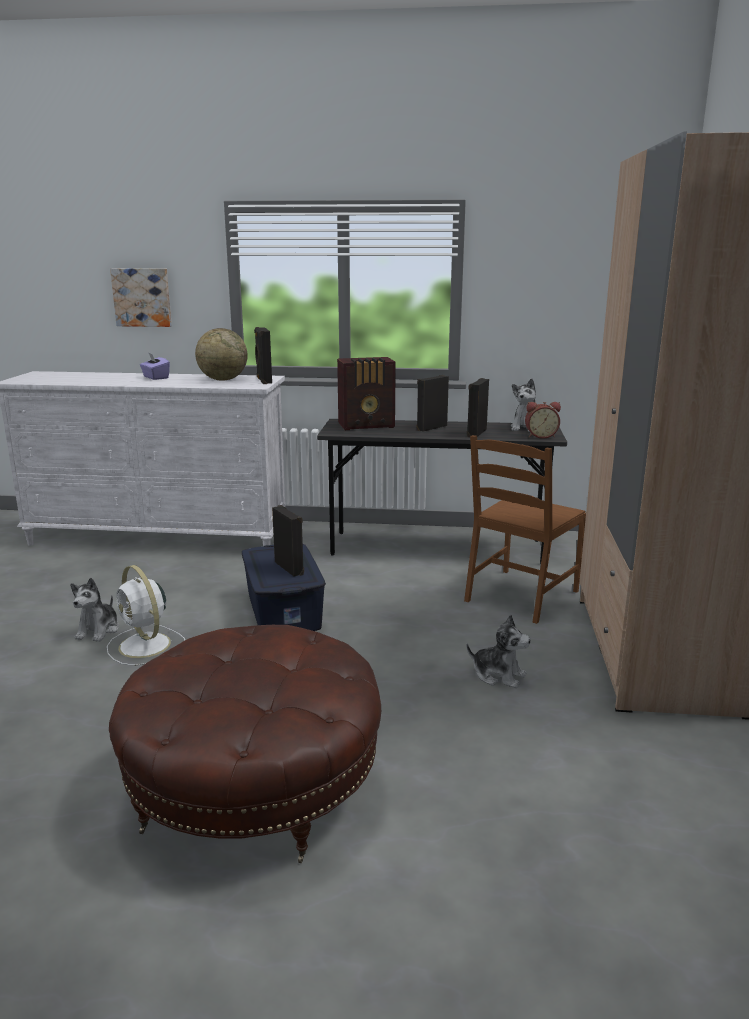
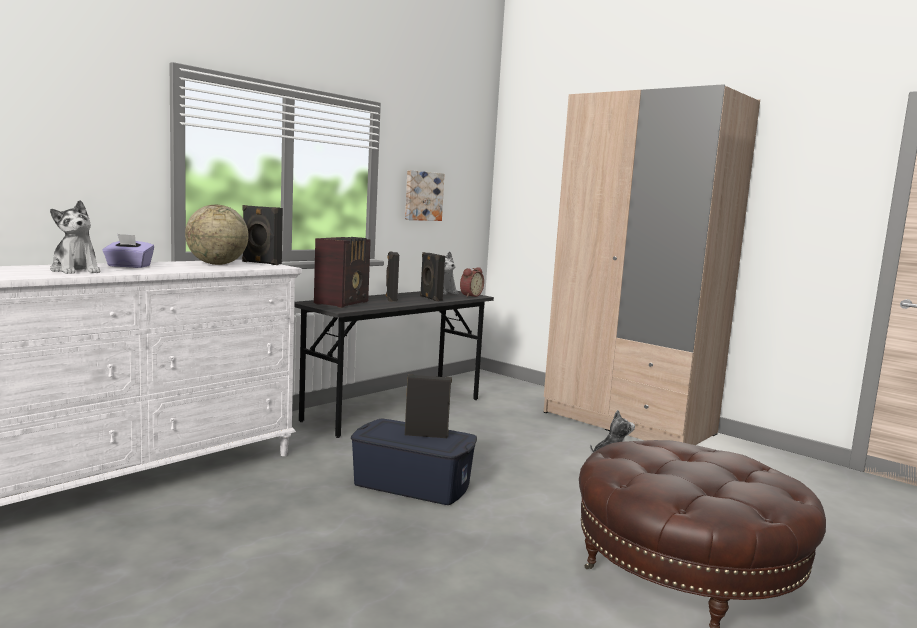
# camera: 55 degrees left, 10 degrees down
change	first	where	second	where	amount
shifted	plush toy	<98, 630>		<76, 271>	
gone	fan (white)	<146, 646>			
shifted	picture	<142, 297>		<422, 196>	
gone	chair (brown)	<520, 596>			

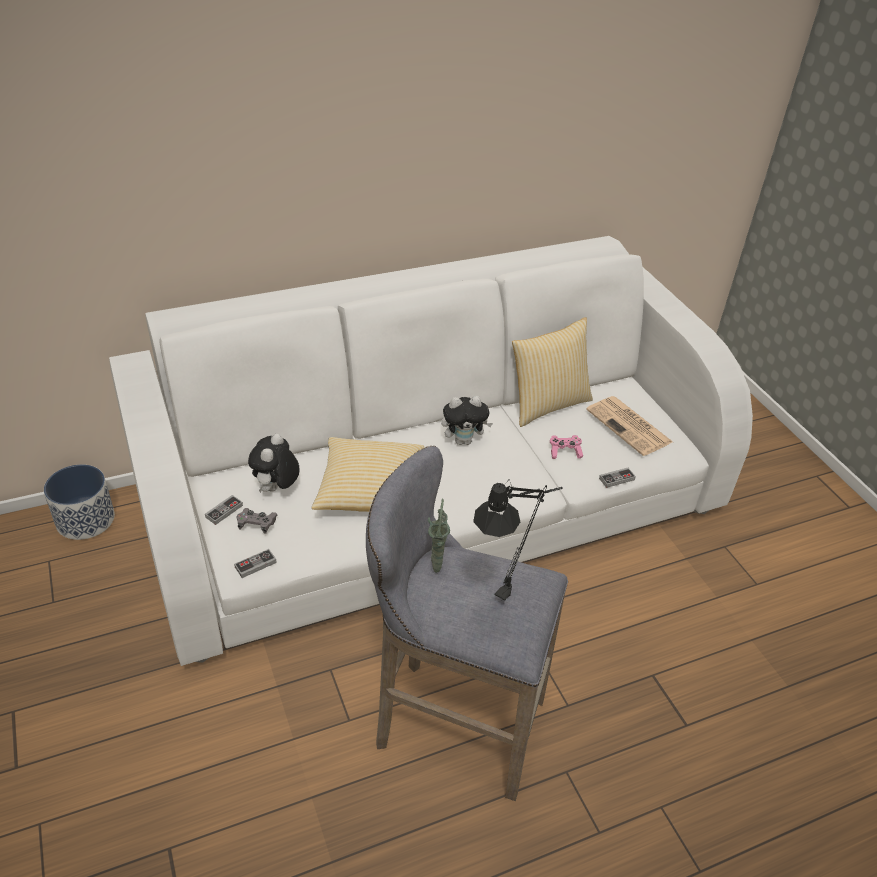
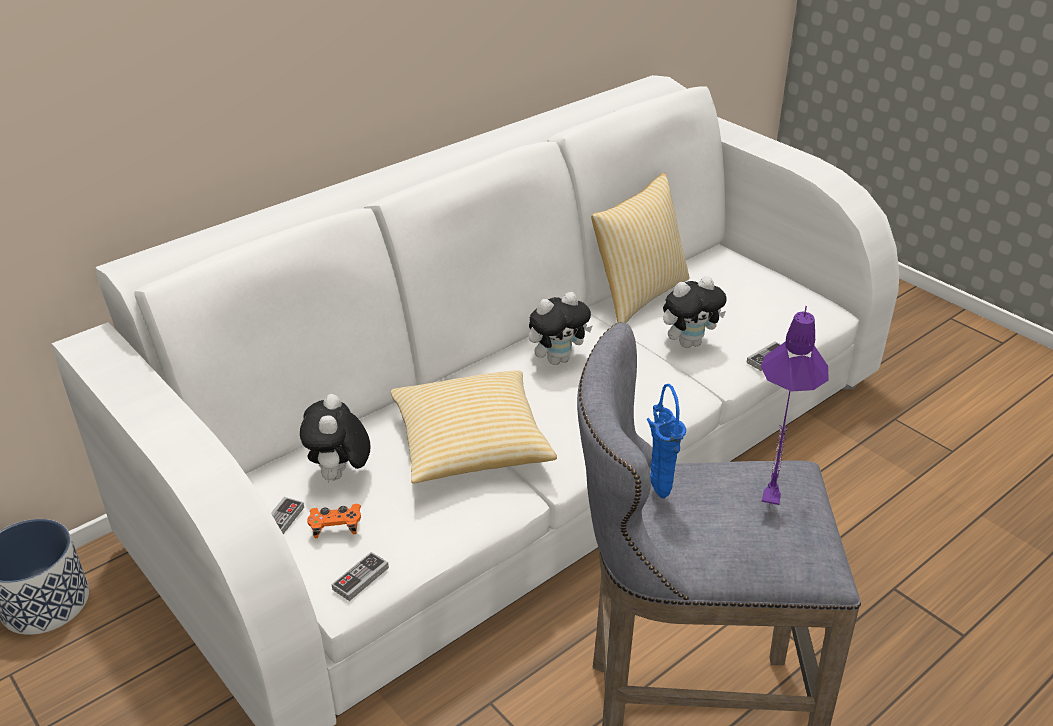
# camera: 15 degrees left, 5 degrees down
change	first	where	second	where	amount
repainted	game controller (grey)	<257, 524>	game controller (orange)	<336, 527>	
repainted	vase (green)	<435, 566>	vase (blue)	<657, 491>	
repainted	table lamp (black)	<511, 589>	table lamp (purple)	<771, 493>	
swapped	game controller (pink)	<564, 452>	plush toy	<689, 342>	
gone	newspaper	<630, 426>			

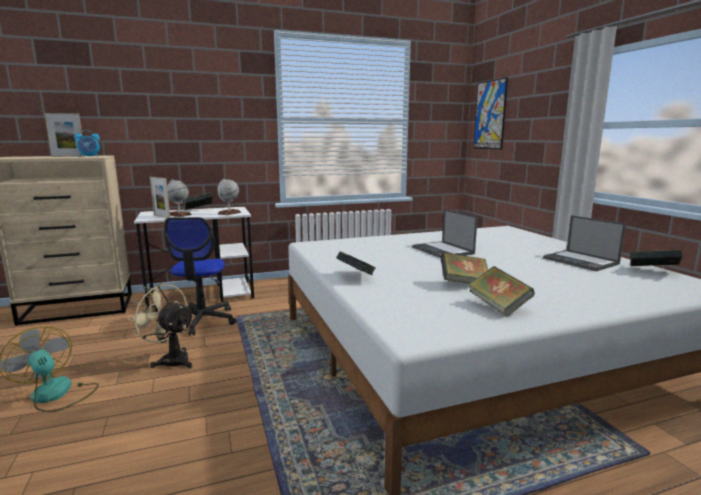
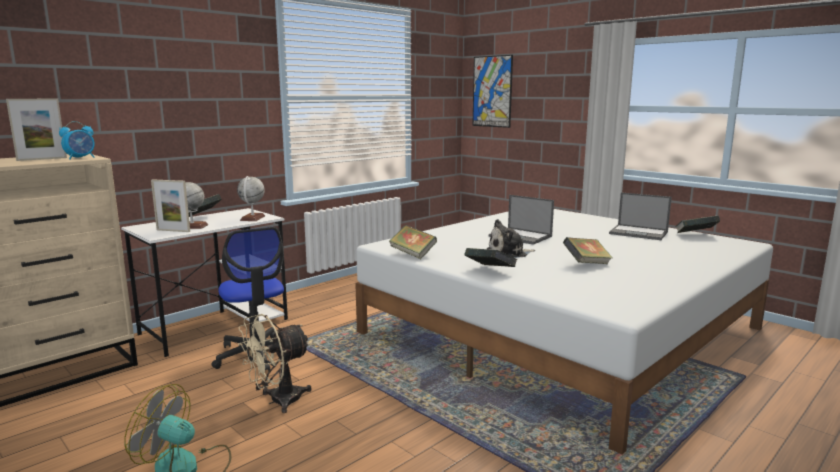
# camera: 25 degrees left, 0 degrees up
change	first	where	second	where	amount
rotated	fan (beige)	<170, 359>		<277, 401>	45 degrees counterclockwise
shifted	book	<498, 306>		<413, 254>	
new			plush toy	<509, 253>	

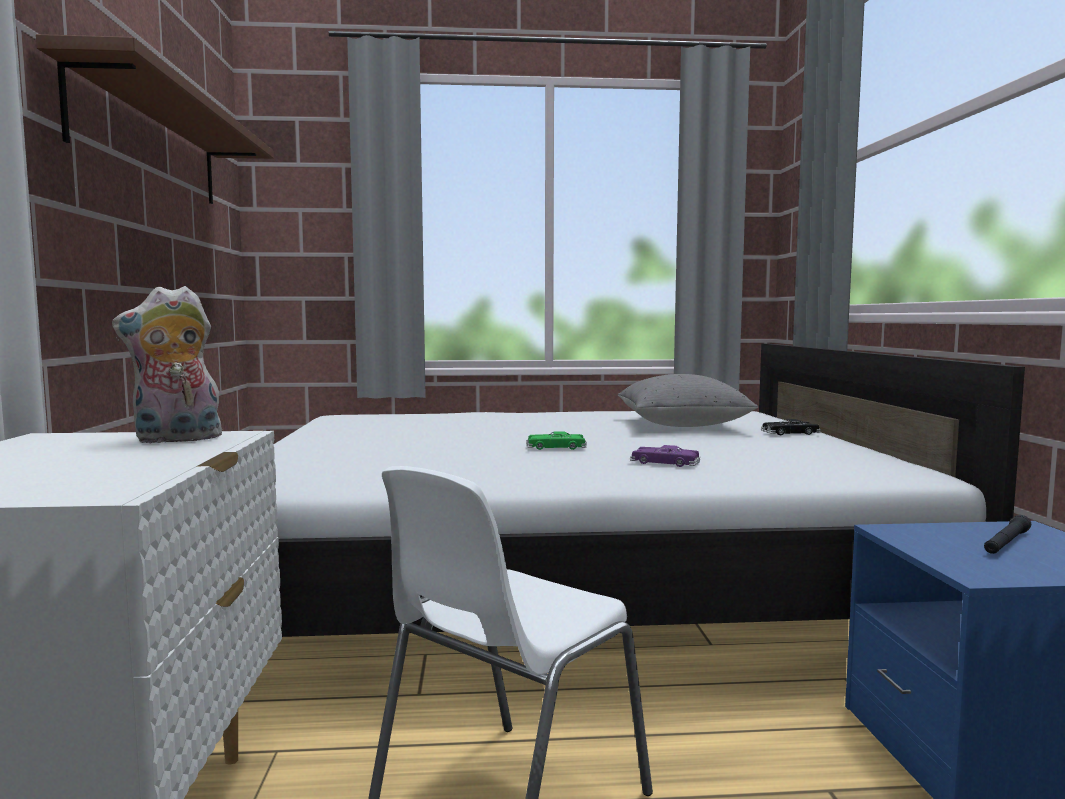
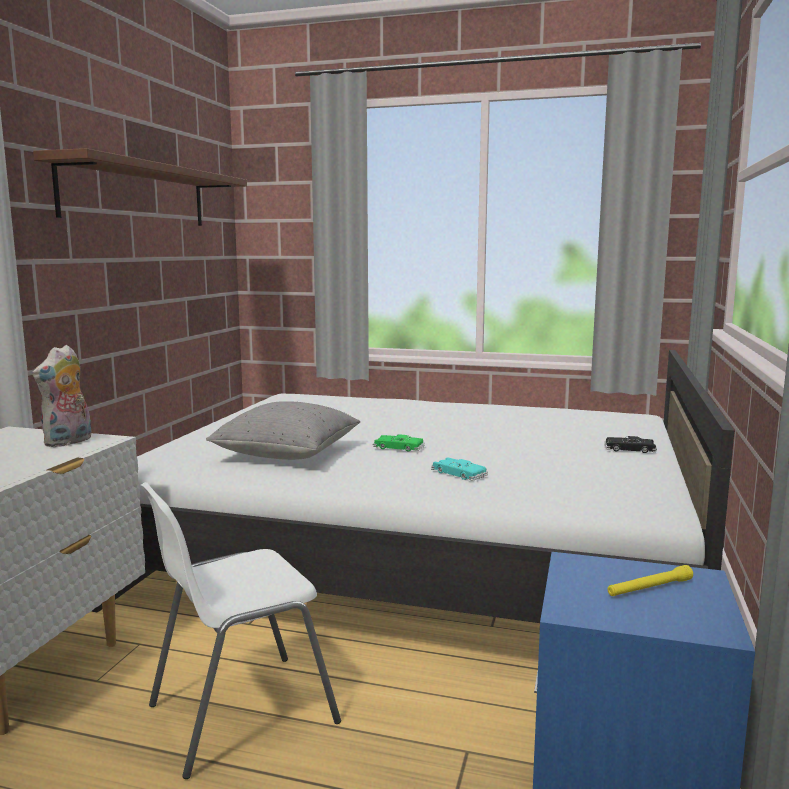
# camera: 20 degrees right, 5 degrees up
change	first	where	second	where	amount
rotated	plush toy	<176, 440>		<69, 442>	60 degrees counterclockwise
shifted	pillow (grey)	<682, 425>		<287, 454>	
repainted	toy car (purple)	<665, 463>	toy car (turquoise)	<459, 474>	
repainted	flashlight (black)	<1006, 543>	flashlight (yellow)	<649, 588>	

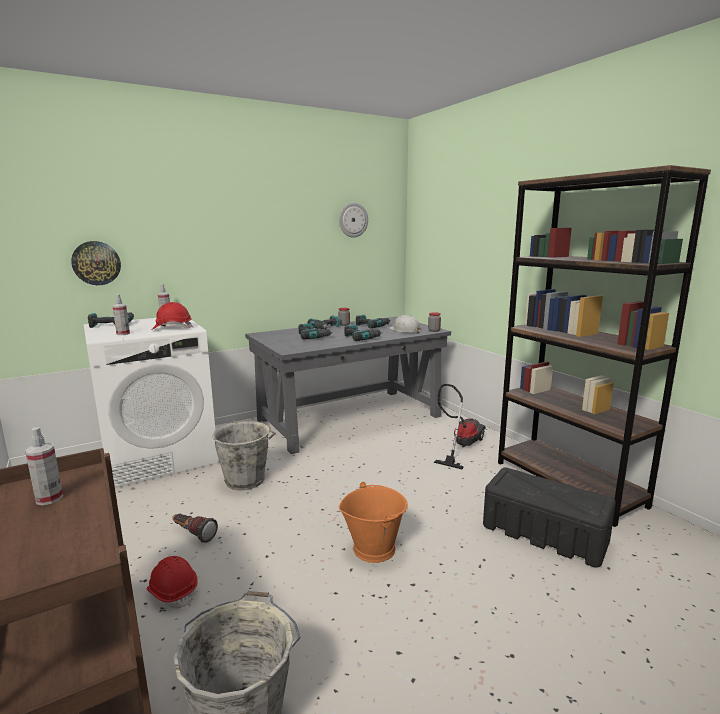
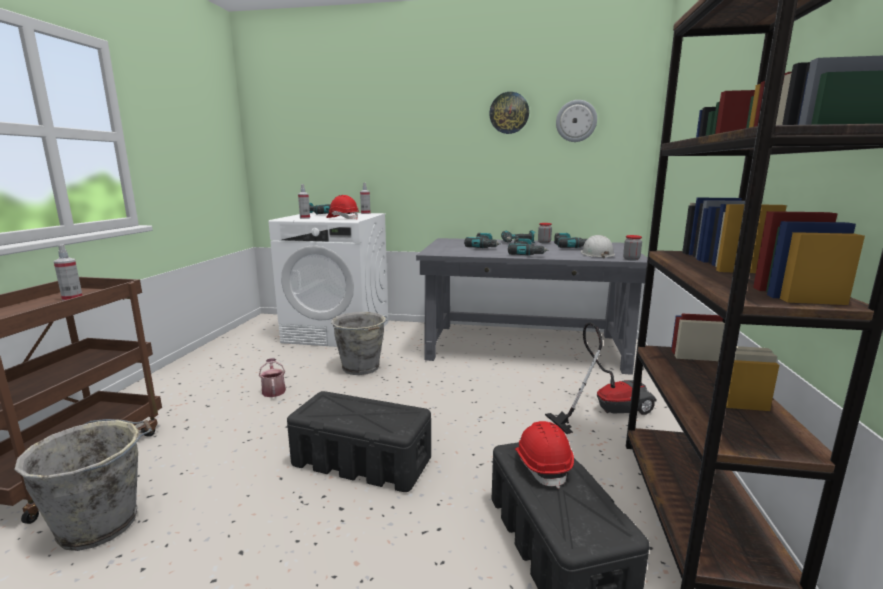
# camera: 40 degrees right, 0 degrees up
change	first	where	second	where	amount
shifted	wall clock	<96, 263>		<509, 113>	
shifted	hard hat (red)	<173, 592>		<542, 465>	
swapped	flashlight	<193, 534>	watering can	<273, 390>	
swapped	bucket (orange)	<374, 548>	storage box (black)	<363, 461>	

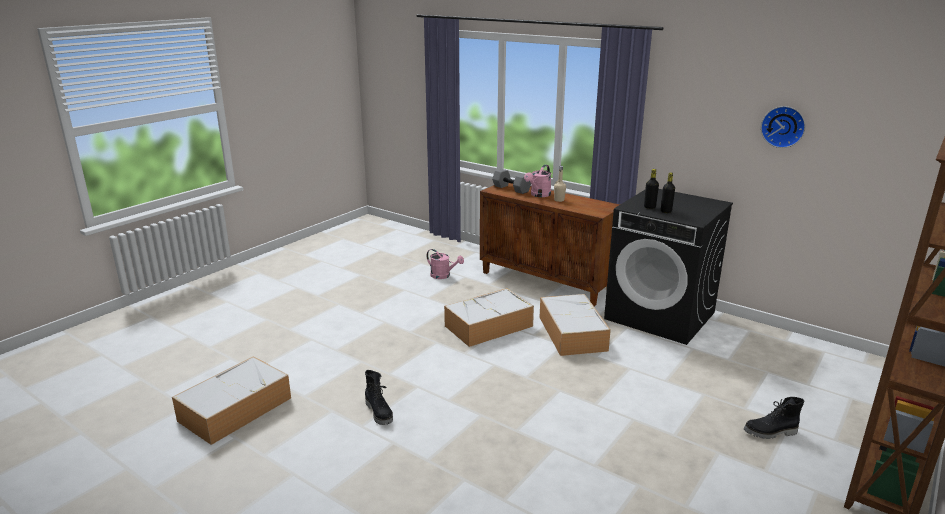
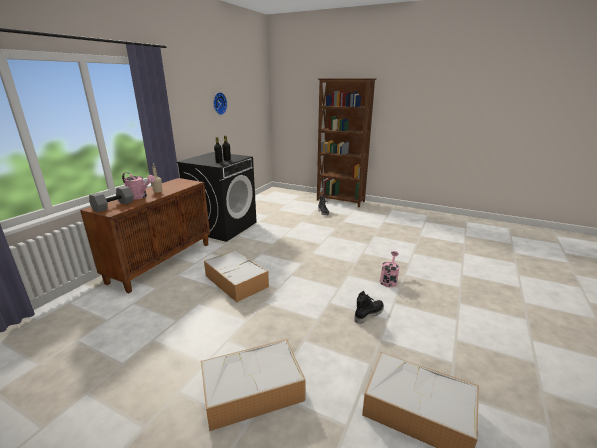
# camera: 100 degrees left, 0 degrees up
change	first	where	second	where	amount
shifted	watering can (pink)	<443, 276>		<389, 280>	
shifted	storage box	<571, 333>		<251, 391>	

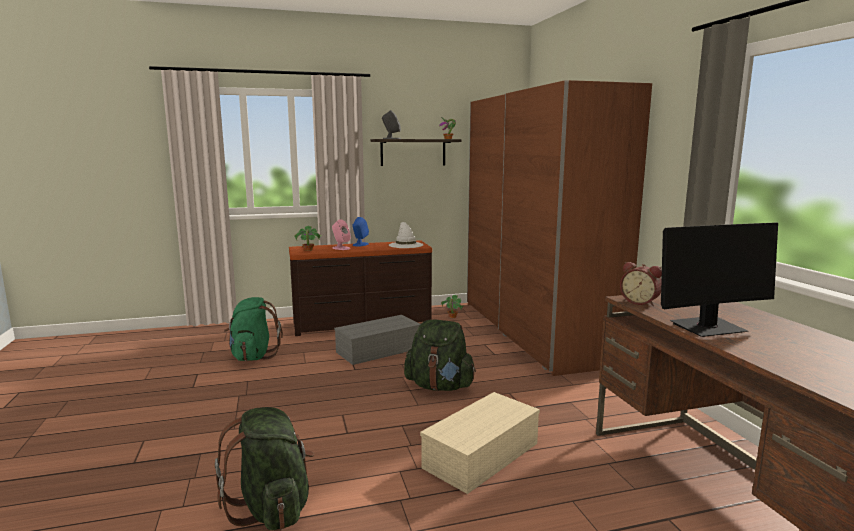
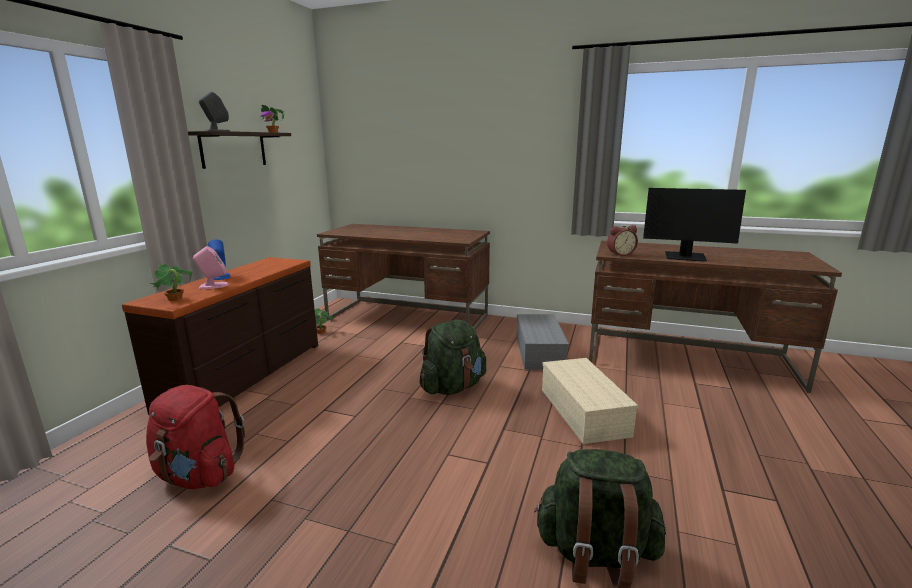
# camera: 55 degrees left, 5 degrees up
change	first	where	second	where	amount
repainted	backpack (green)	<253, 356>	backpack (red)	<198, 475>	
shifted	storage box (grey)	<379, 349>		<538, 351>	
gone	hat (white)	<405, 245>			
swapped	wardrobe (brown)	<534, 331>	desk (brown)	<408, 318>	
rotated	monitor	<708, 328>		<685, 257>	90 degrees clockwise

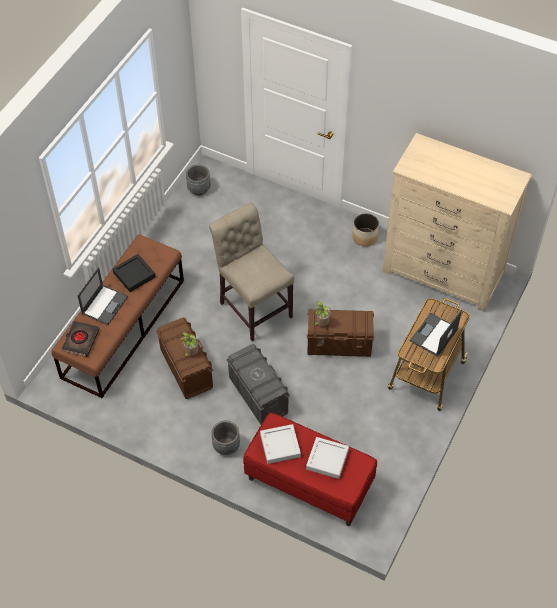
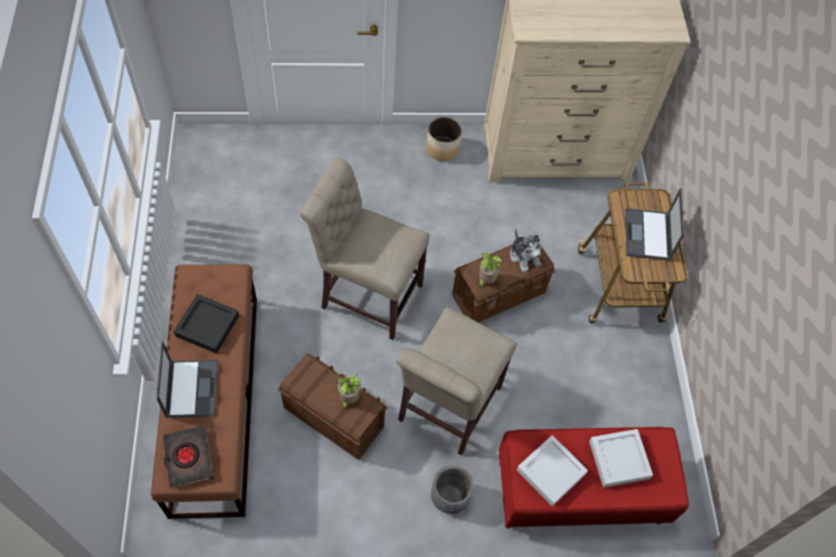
# camera: 35 degrees left, 5 degrees up
change	first	where	second	where	amount
gone	planter (grey)	<199, 189>			
swapped	storage box (grey)	<258, 395>	chair (beige)	<446, 408>	
new			plush toy	<524, 256>	

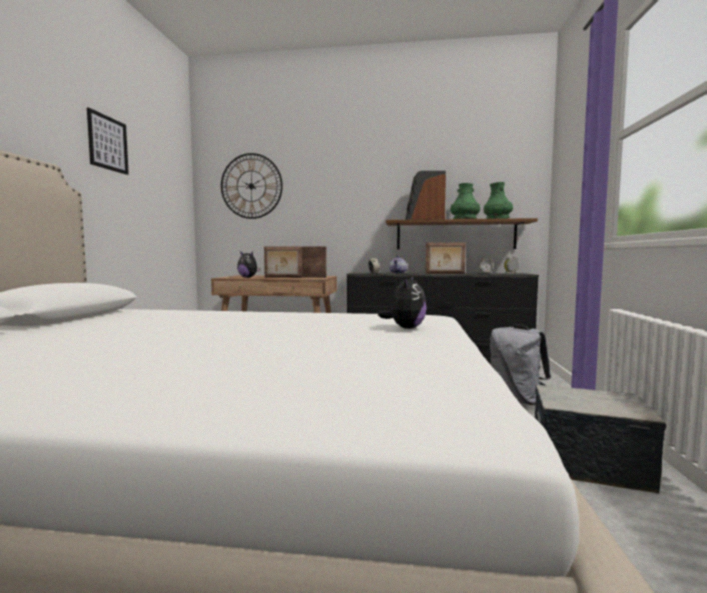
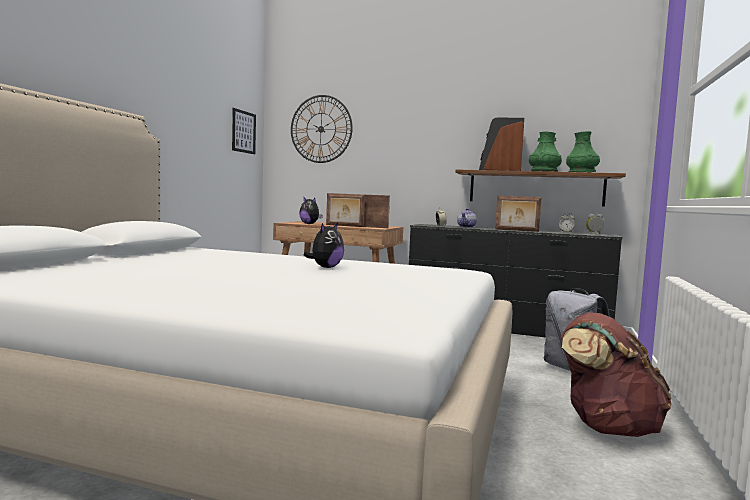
# camera: 10 degrees right, 0 degrees up
change	first	where	second	where	amount
shifted	picture	<108, 143>		<243, 132>	
shifted	plush toy	<405, 328>		<325, 267>	
swapped	storage box	<588, 464>	backpack (brown)	<607, 427>	

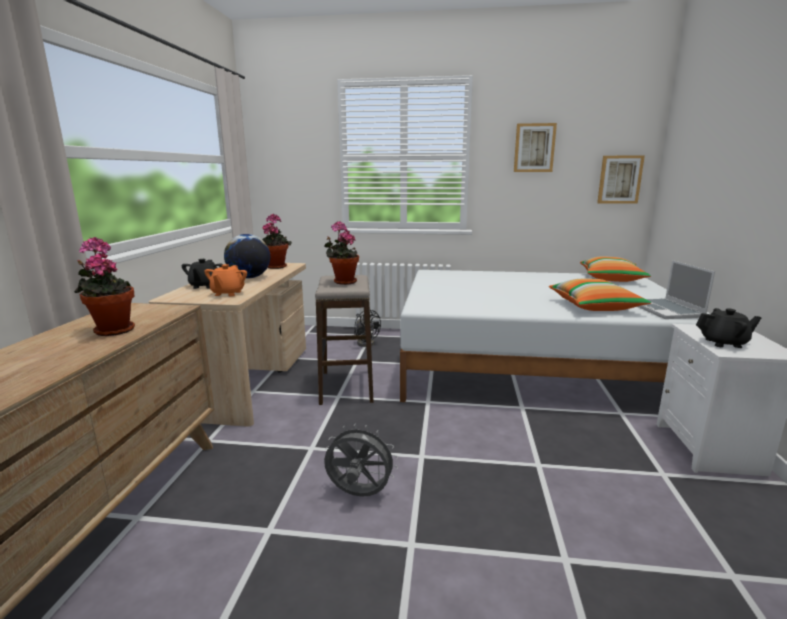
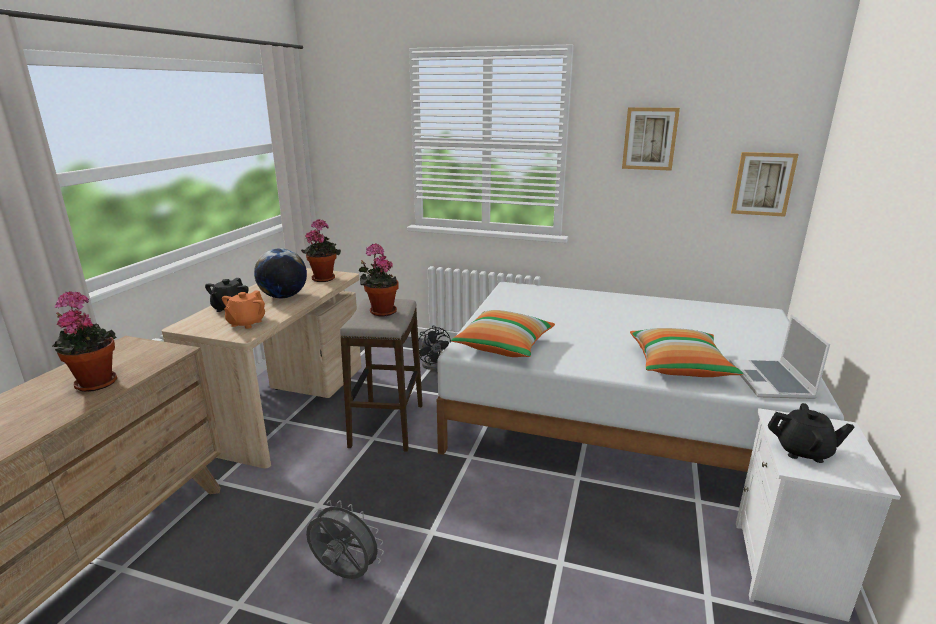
# camera: 10 degrees right, 5 degrees up
change	first	where	second	where	amount
shifted	pillow	<611, 278>		<504, 346>	

